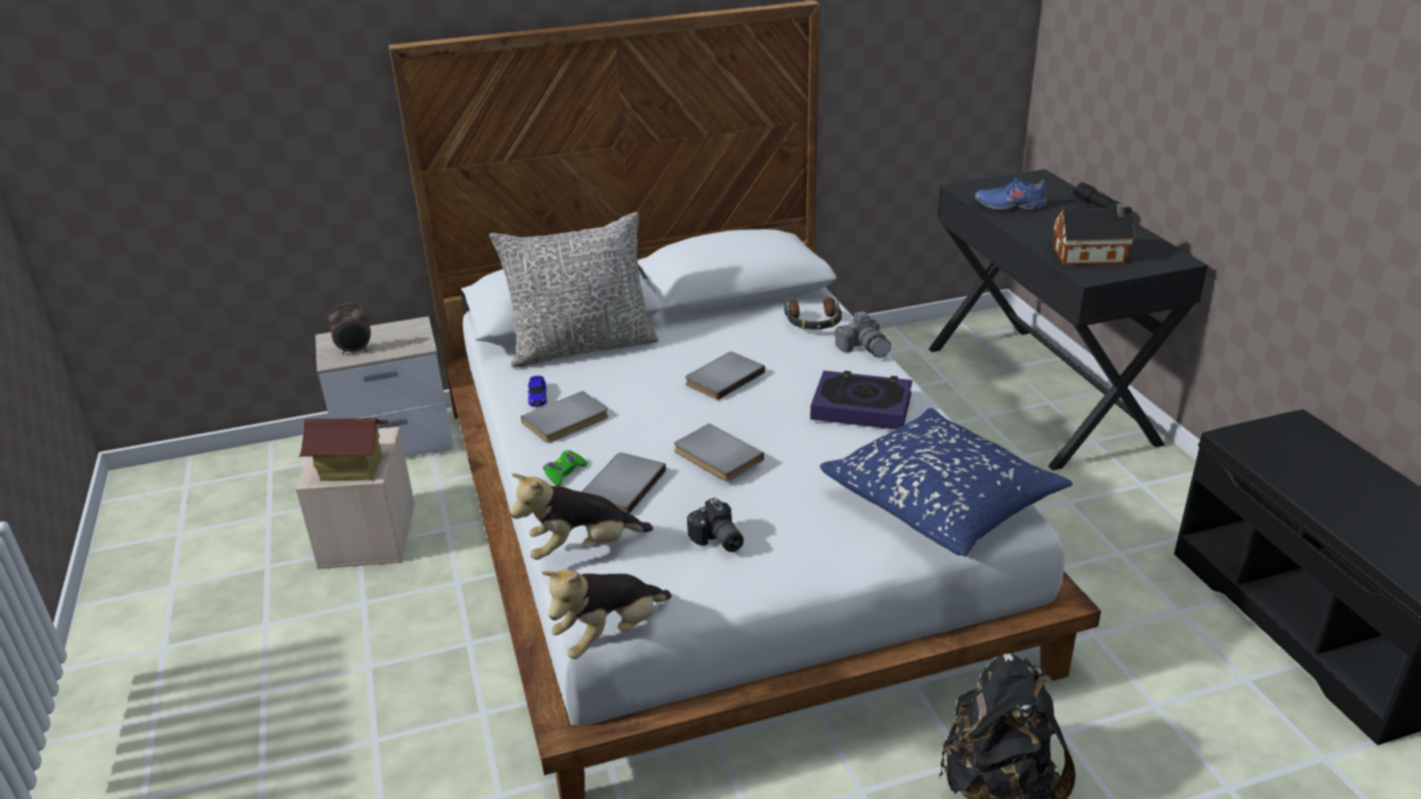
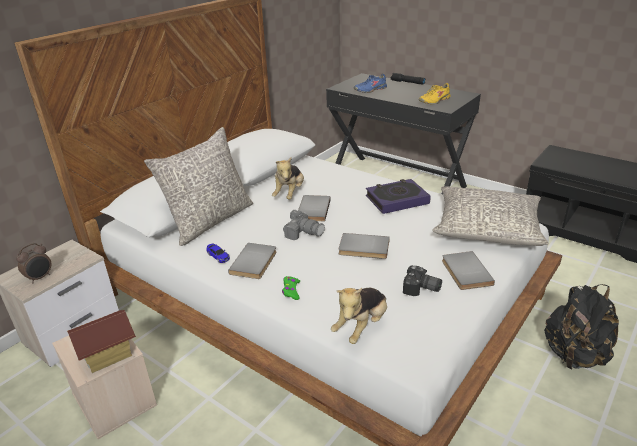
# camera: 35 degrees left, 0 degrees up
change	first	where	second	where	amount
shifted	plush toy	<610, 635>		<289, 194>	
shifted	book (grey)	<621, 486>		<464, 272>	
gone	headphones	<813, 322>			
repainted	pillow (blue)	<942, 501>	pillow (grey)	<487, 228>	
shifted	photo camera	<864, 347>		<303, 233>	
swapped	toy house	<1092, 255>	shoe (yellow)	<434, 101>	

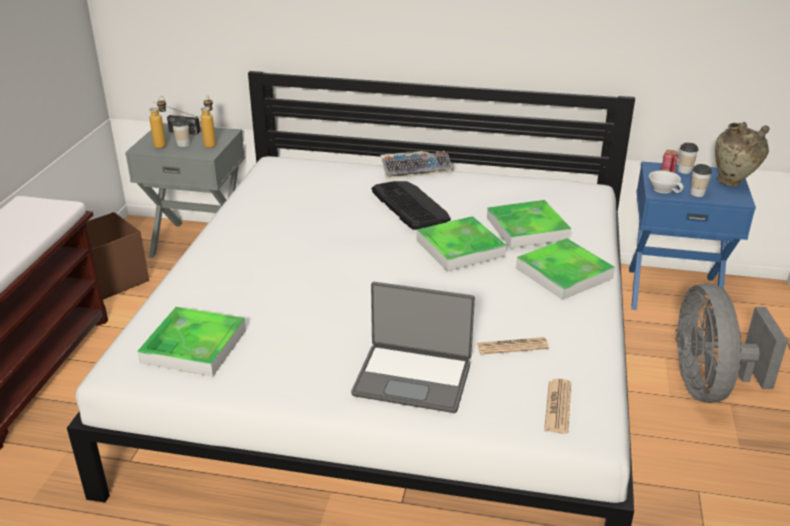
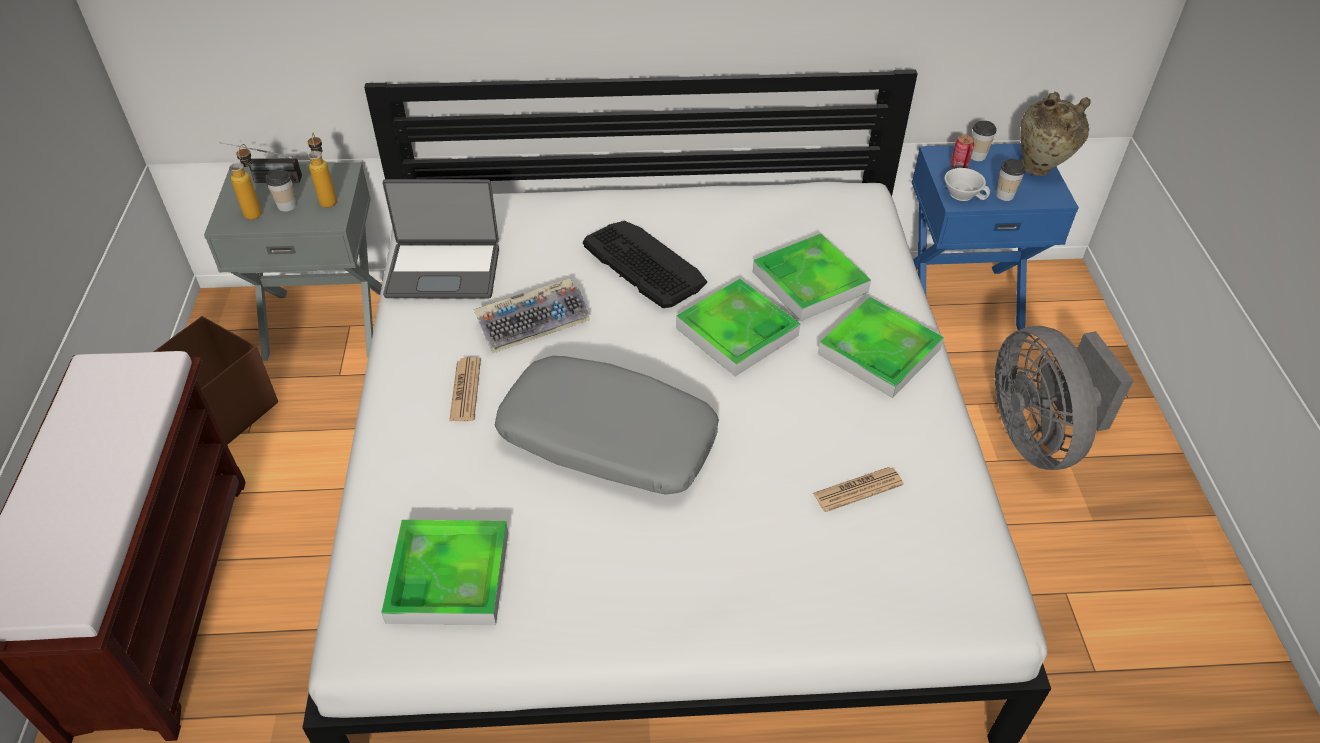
# camera: 15 degrees left, 15 degrees up
change	first	where	second	where	amount
shifted	laptop	<413, 378>		<444, 270>	
shifted	keyboard	<416, 169>		<534, 321>	
shifted	newspaper	<558, 406>		<465, 390>	
new			pillow (grey)	<607, 440>	

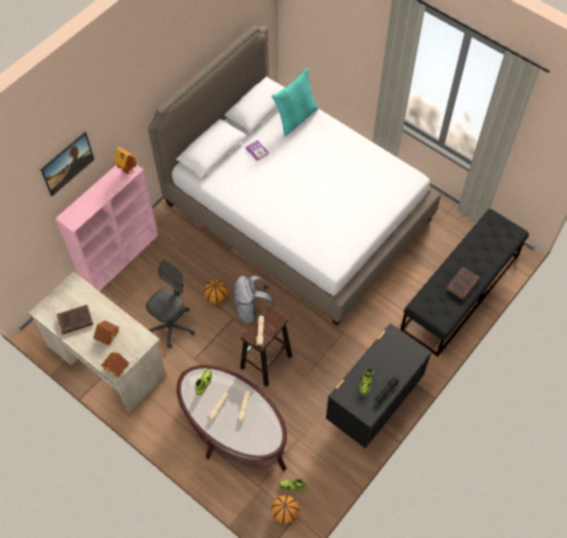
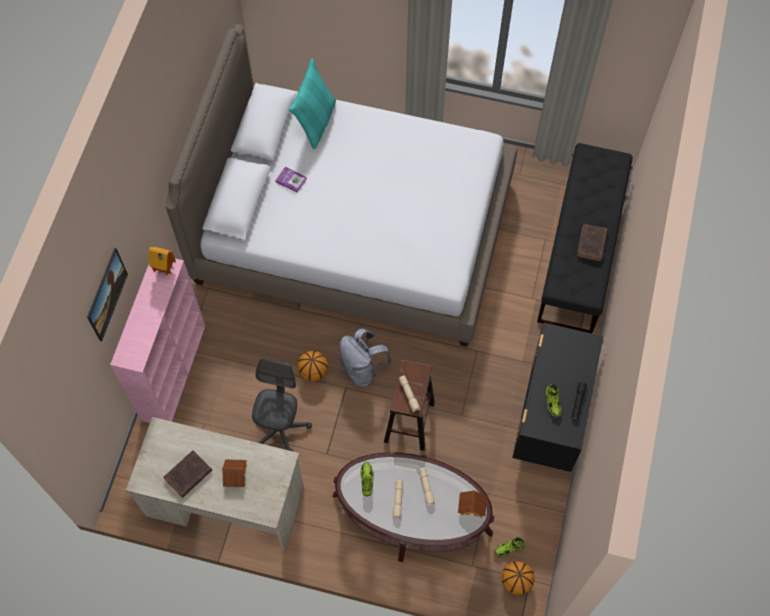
# camera: 25 degrees left, 5 degrees up
change	first	where	second	where	amount
shifted	toy house	<116, 366>		<472, 506>	

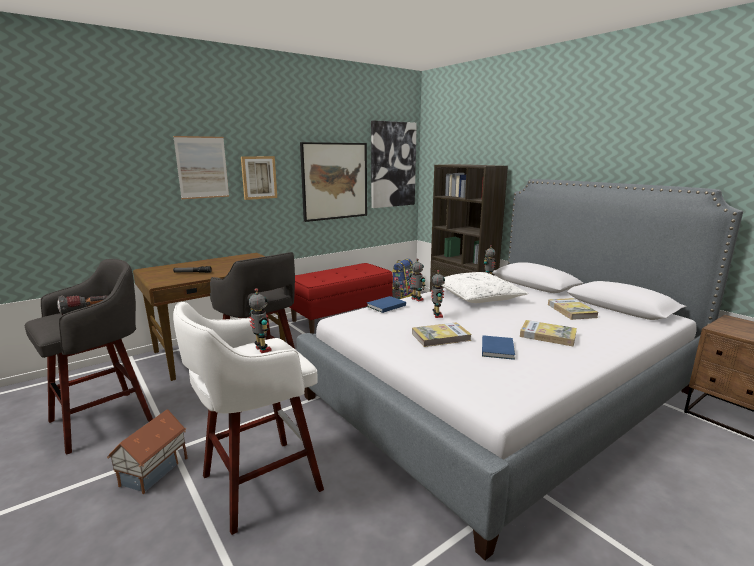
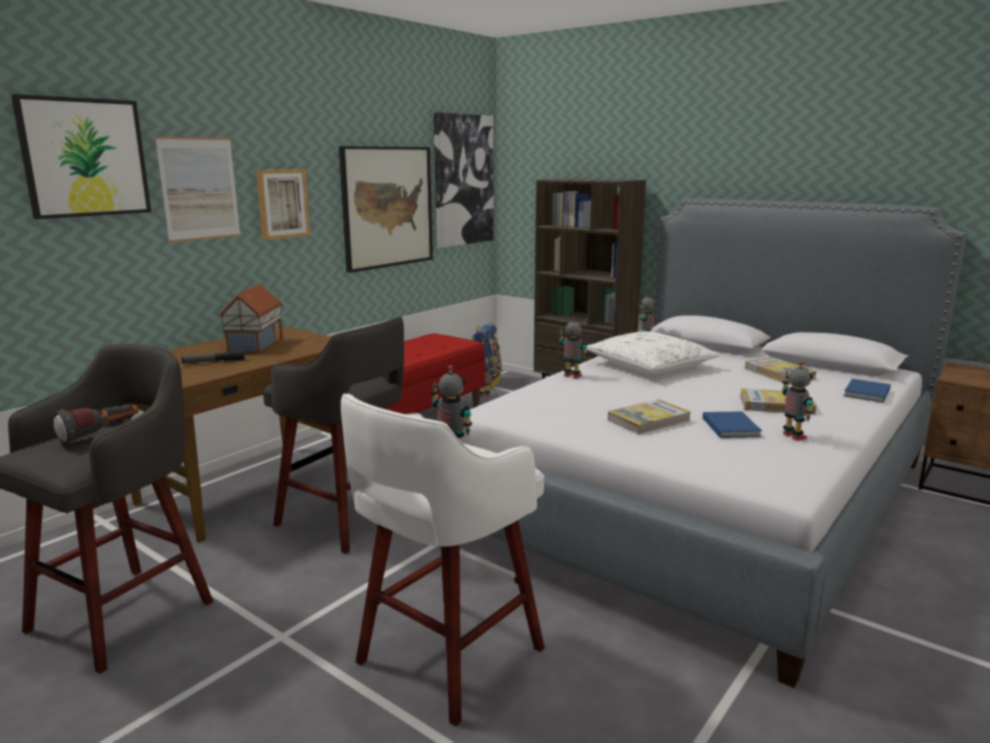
# camera: 15 degrees left, 0 degrees up
change	first	where	second	where	amount
shifted	toy house	<155, 472>		<256, 344>	
shifted	book (blue)	<385, 306>		<865, 393>	
shifted	toy robot	<436, 315>		<792, 436>	
new			picture	<85, 157>	

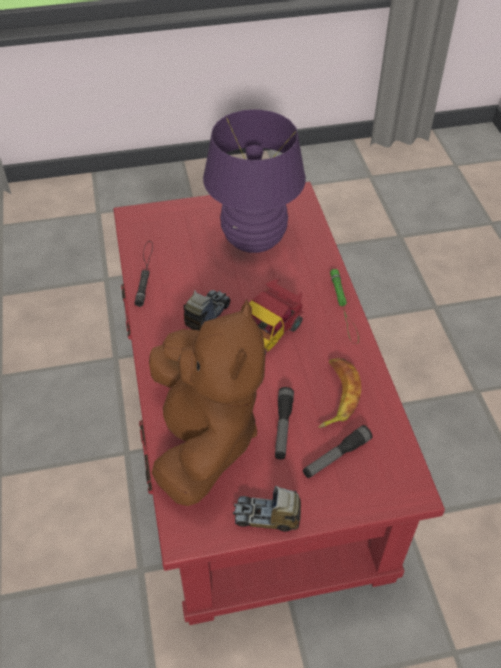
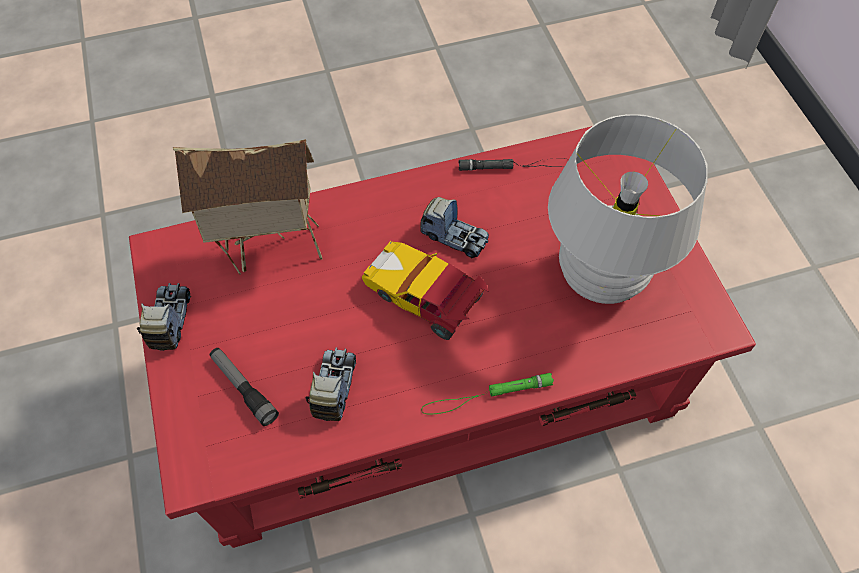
# camera: 85 degrees right, 10 degrees up
change	first	where	second	where	amount
swapped	plush toy (brown)	<203, 439>	toy house	<271, 252>	
repainted	table lamp (purple)	<254, 240>	table lamp (white)	<600, 277>	
gone	flashlight	<283, 427>			
swapped	banana	<336, 395>	toy truck	<334, 387>	

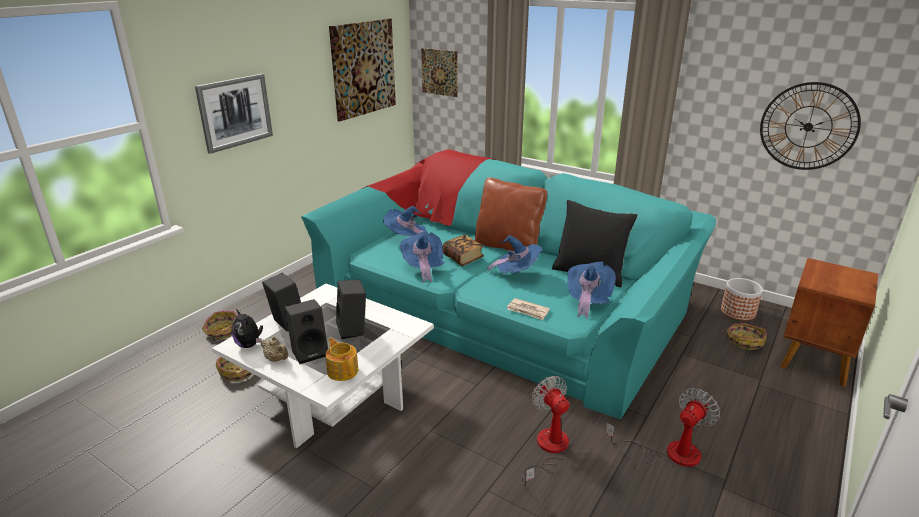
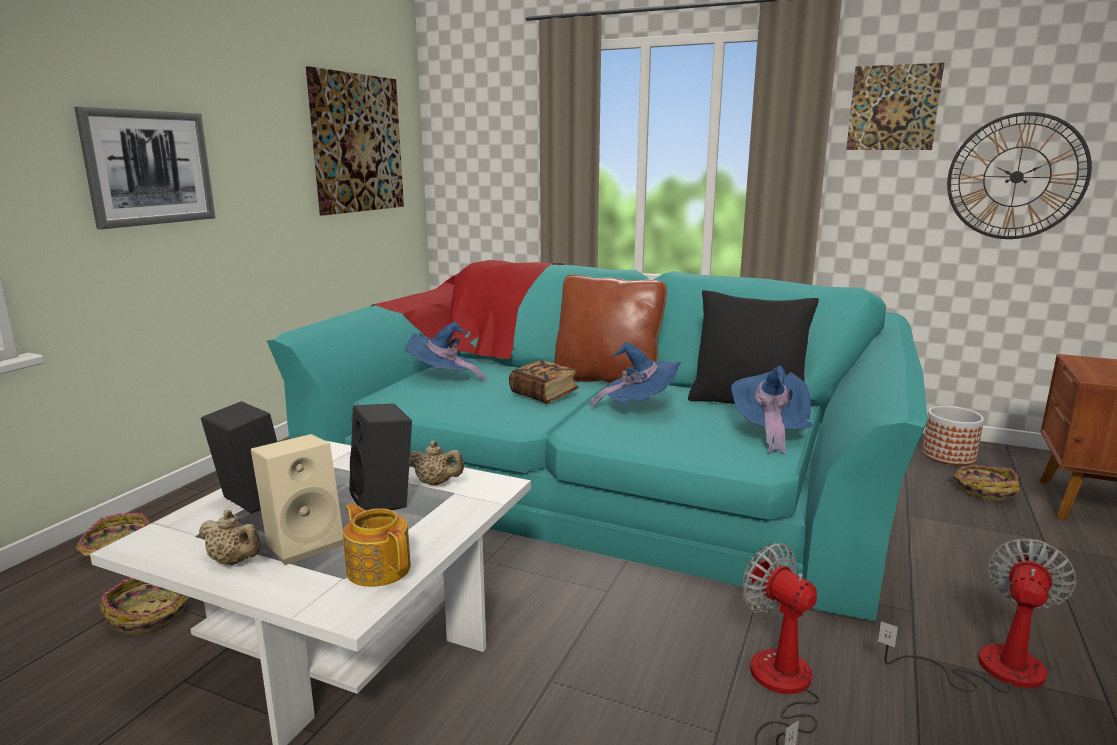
# camera: 10 degrees left, 10 degrees down
change	first	where	second	where	amount
gone	plush toy	<249, 345>			
repainted	speaker (black)	<310, 352>	speaker (beige)	<305, 542>	
gone	hat (blue)	<423, 268>			
shifted	picture	<439, 72>		<893, 108>	
gone	newspaper	<528, 311>			
new			teapot (beige)	<436, 483>	

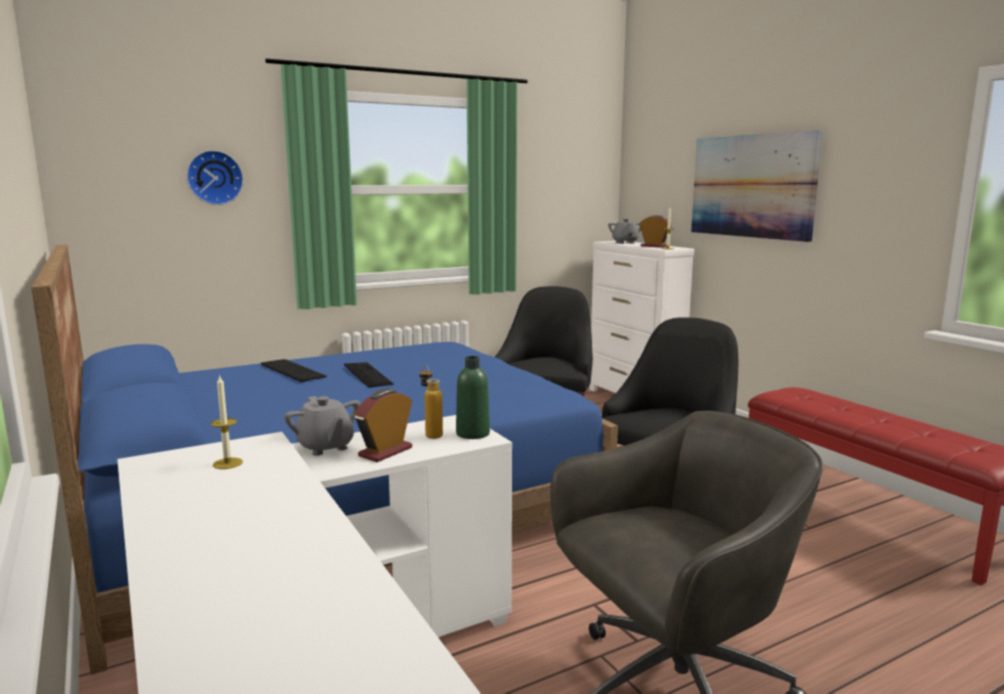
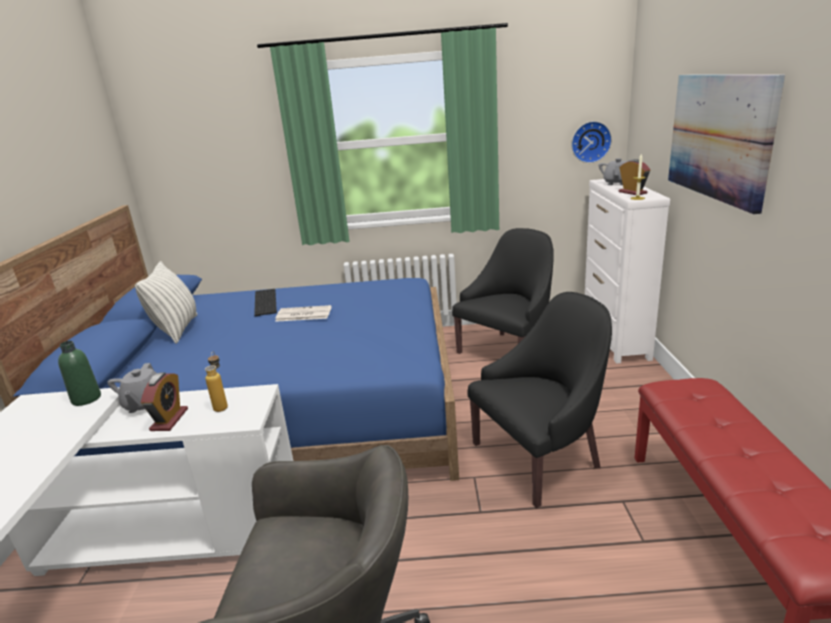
# camera: 30 degrees right, 10 degrees up
change	first	where	second	where	amount
shifted	wall clock	<214, 177>		<590, 142>	
gone	candle	<227, 463>			
swapped	keyboard	<367, 374>	newspaper	<303, 314>	
rotated	alarm clock	<385, 452>		<169, 420>	120 degrees clockwise
shifted	bottle (green)	<473, 433>		<86, 399>	
new			pillow	<177, 329>	

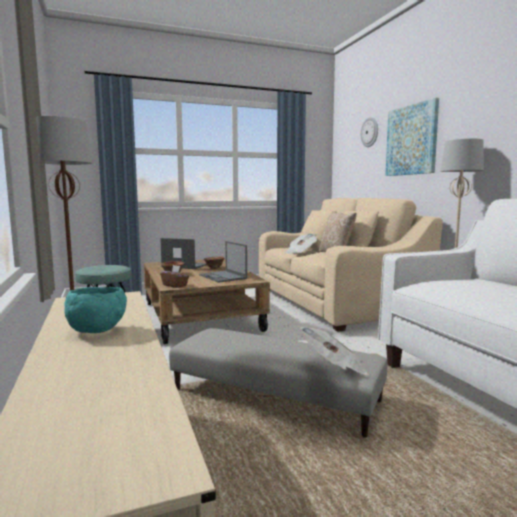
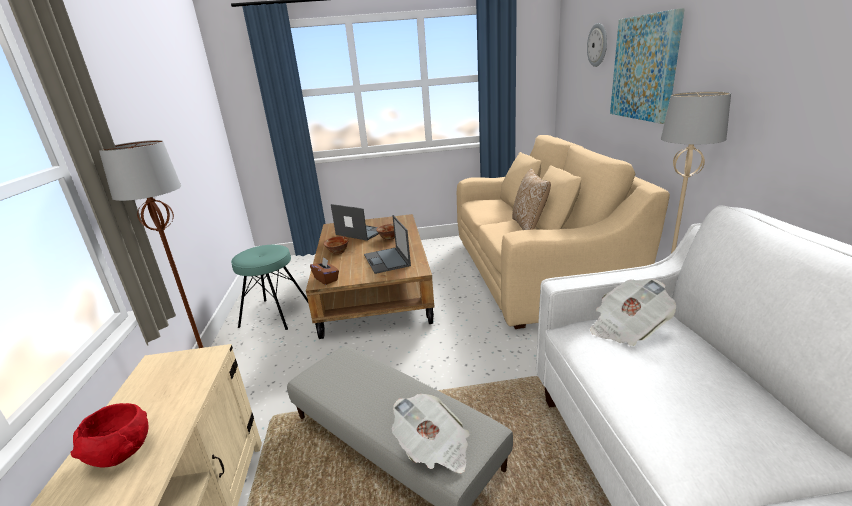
# camera: 15 degrees right, 15 degrees up
change	first	where	second	where	amount
repainted	bowl (turquoise)	<97, 331>	bowl (red)	<122, 454>	
shifted	newspaper	<300, 252>		<627, 328>	

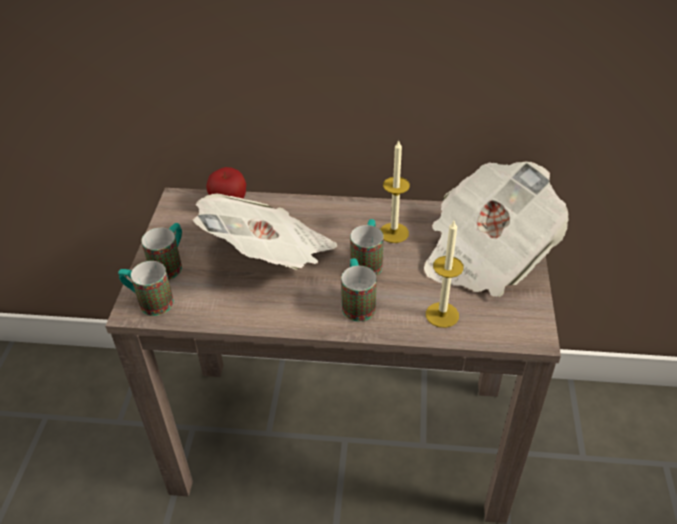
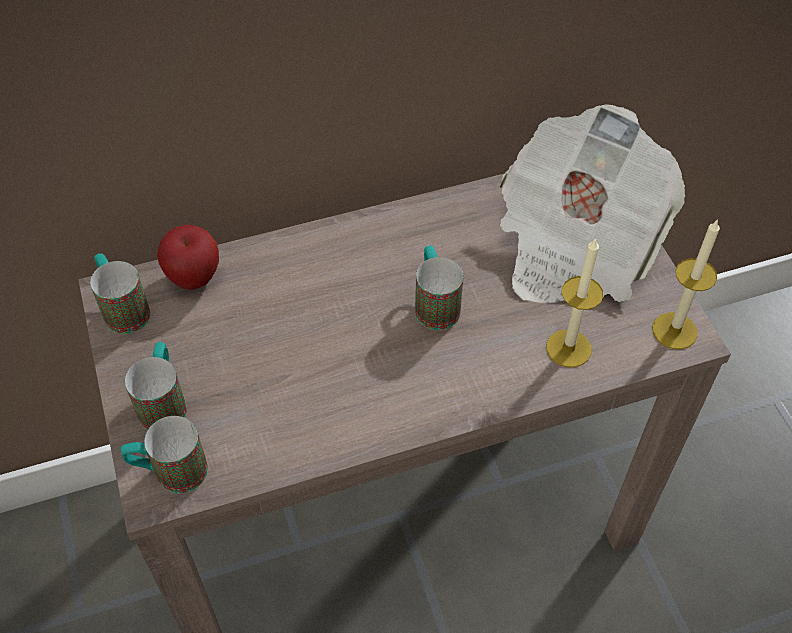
# camera: 25 degrees left, 10 degrees up
change	first	where	second	where	amount
gone	newspaper	<270, 256>			
shifted	mug	<357, 303>		<123, 308>	
shifted	candle	<394, 233>		<674, 331>	

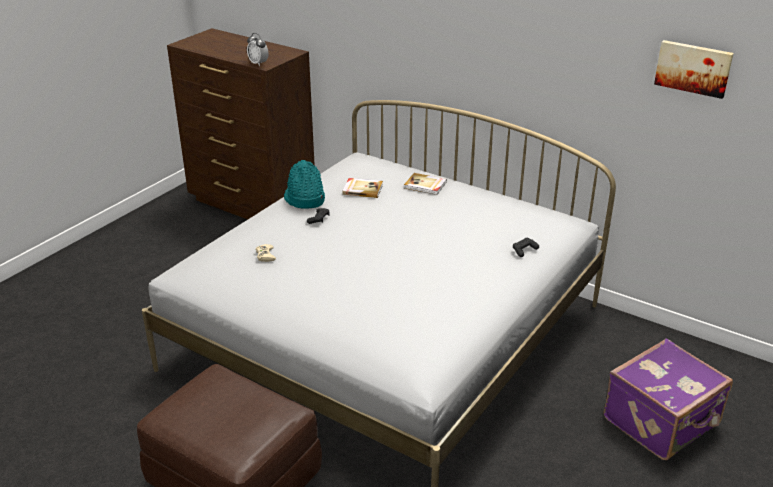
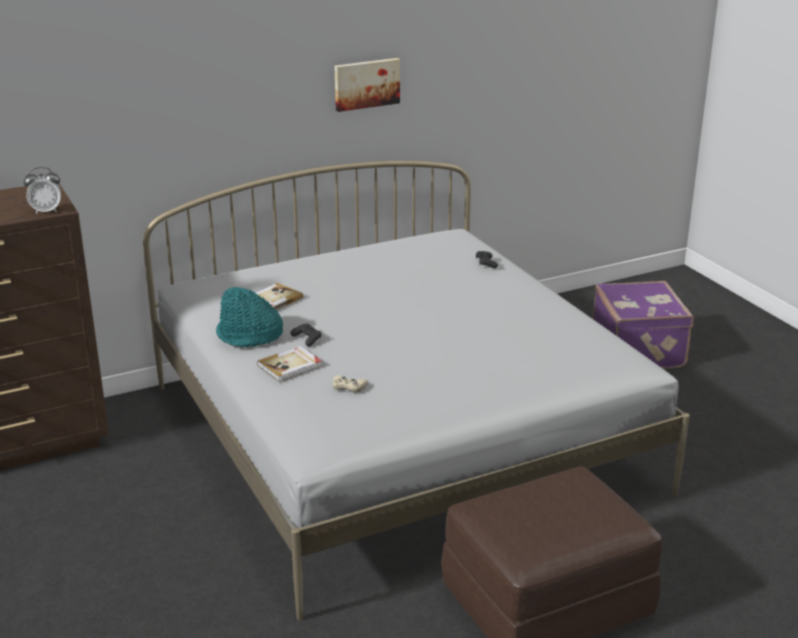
# camera: 60 degrees left, 5 degrees down
change	first	where	second	where	amount
shifted	book	<425, 185>		<290, 366>	
shifted	picture	<693, 68>		<366, 83>	

